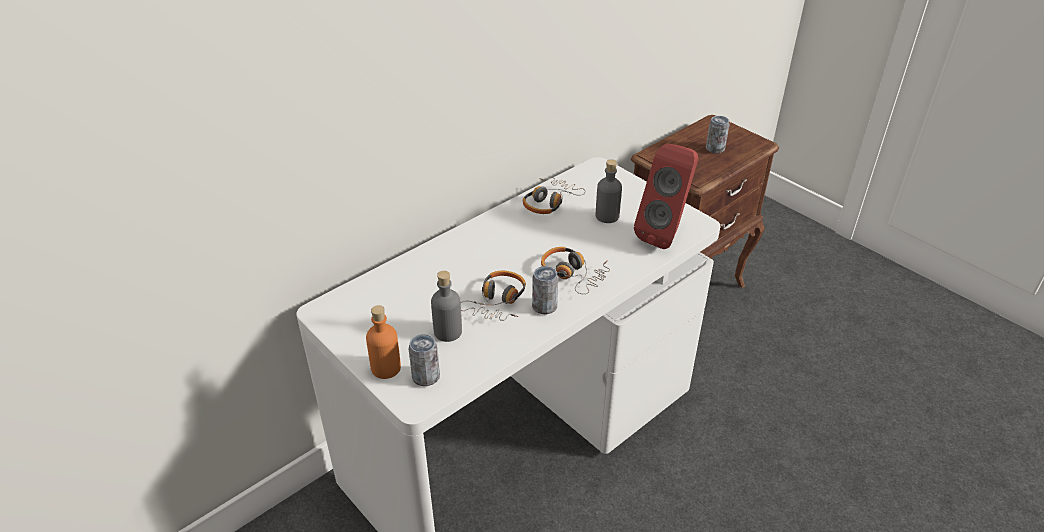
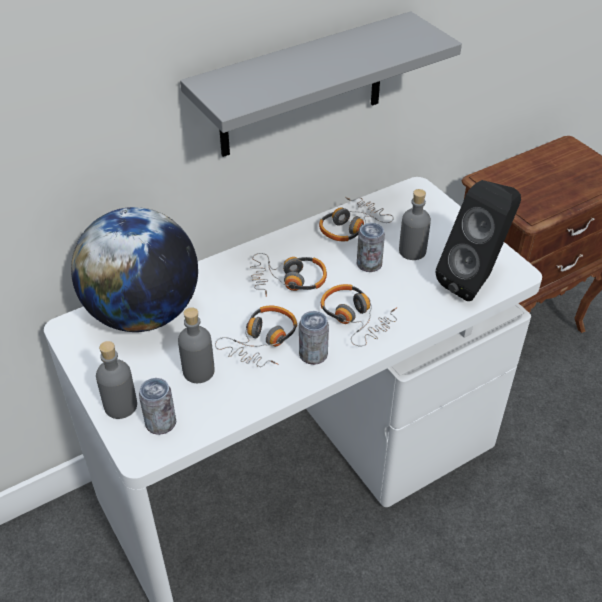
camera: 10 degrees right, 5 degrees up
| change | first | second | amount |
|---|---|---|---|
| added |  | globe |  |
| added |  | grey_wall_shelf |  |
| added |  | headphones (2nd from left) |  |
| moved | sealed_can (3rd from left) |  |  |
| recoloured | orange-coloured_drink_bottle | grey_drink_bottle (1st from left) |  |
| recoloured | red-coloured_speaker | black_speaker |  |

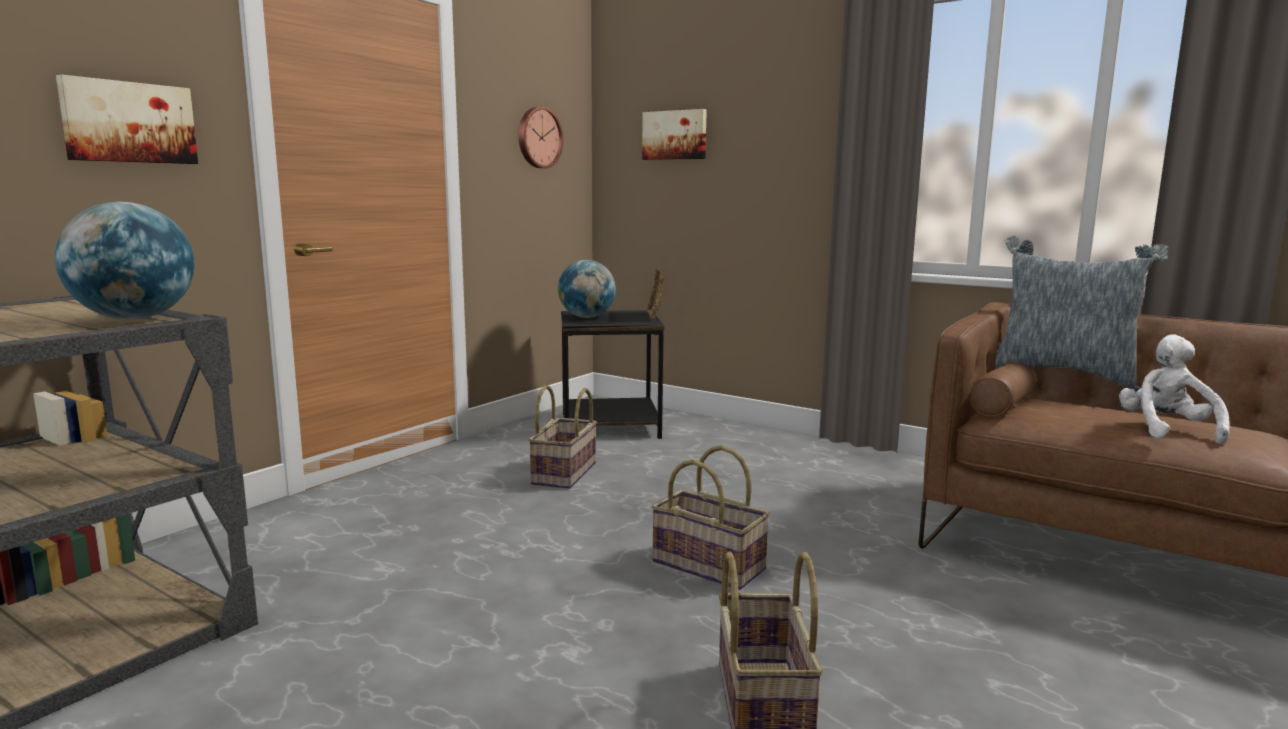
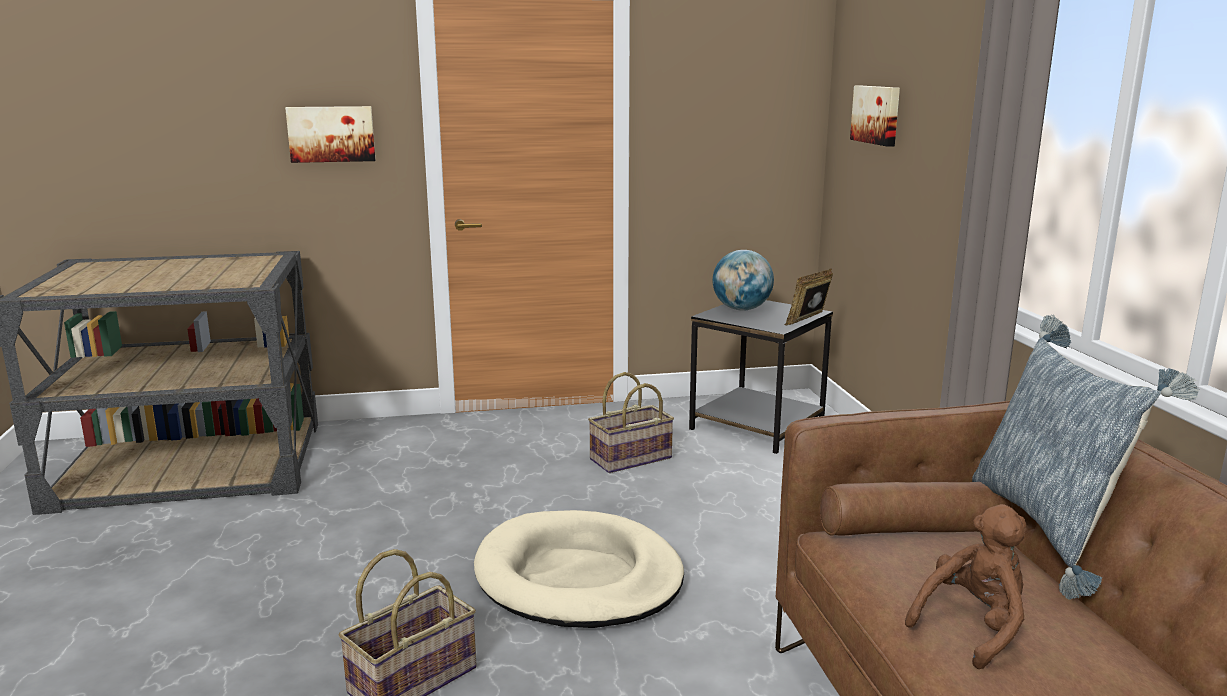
camera: 45 degrees right, 5 degrees up
| change | first | second | amount |
|---|---|---|---|
| removed | globe (1st from left) |  |  |
| removed | clock_on_the_wall |  |  |
| replaced | basket (2nd from left) | sand-coloured_dog_cushion |  |
| recoloured | whitish_soft_toy | brown-coloured_soft_toy |  |

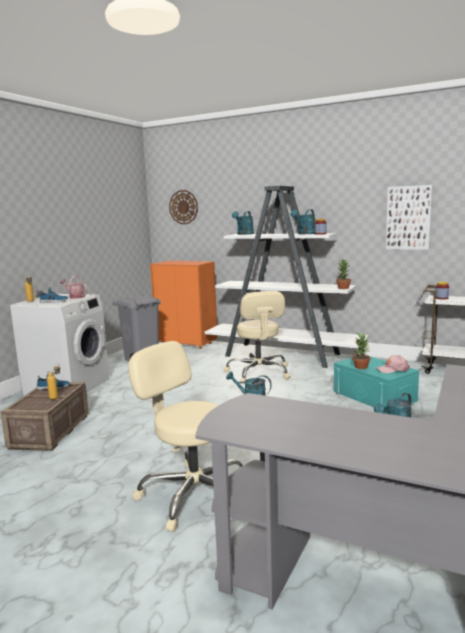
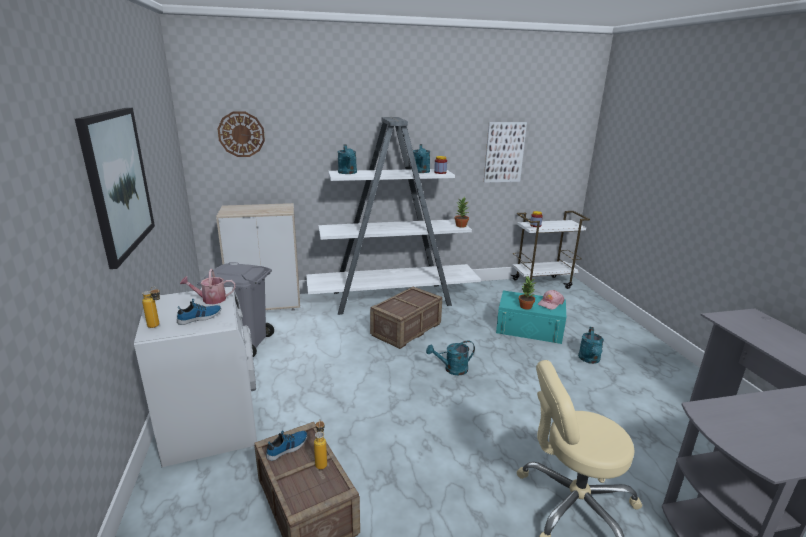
camera: 40 degrees left, 10 degrees up
| change | first | second | amount |
|---|---|---|---|
| added |  | wall_picture (1st from left) |  |
| replaced | sand-coloured_computer_chair (2nd from left) | crate (2nd from left) |  |
| recoloured | orange-coloured_cupboard | sand-coloured_cupboard |  |

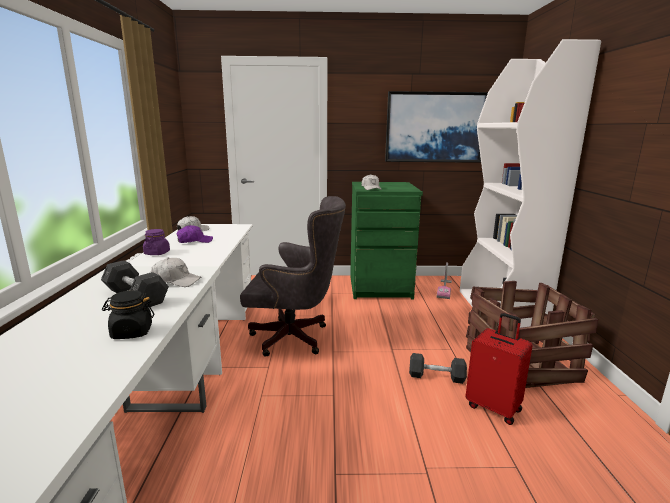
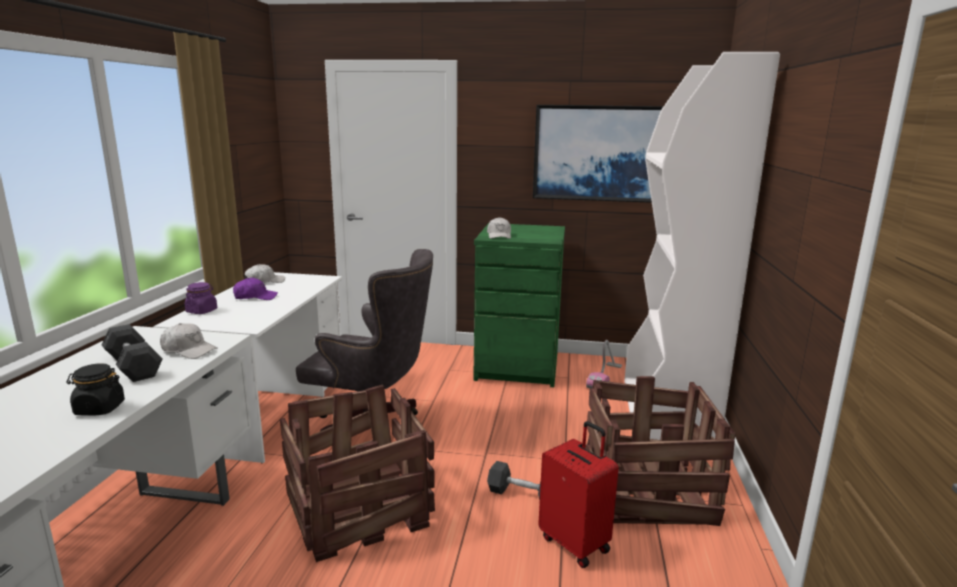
camera: 10 degrees right, 0 degrees up
| change | first | second | amount |
|---|---|---|---|
| added |  | crate (1st from left) |  |

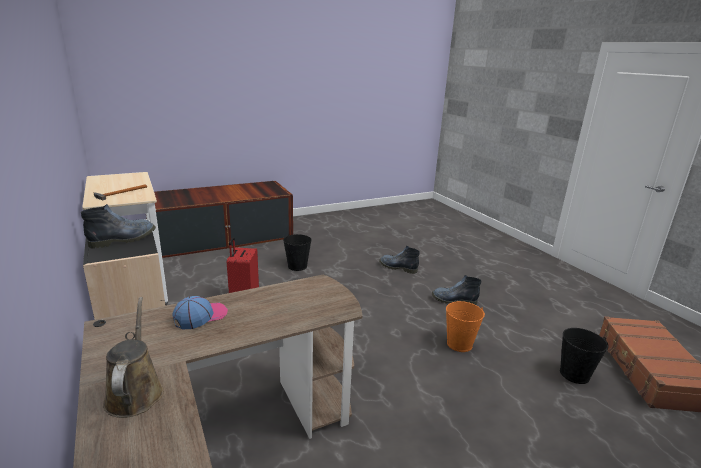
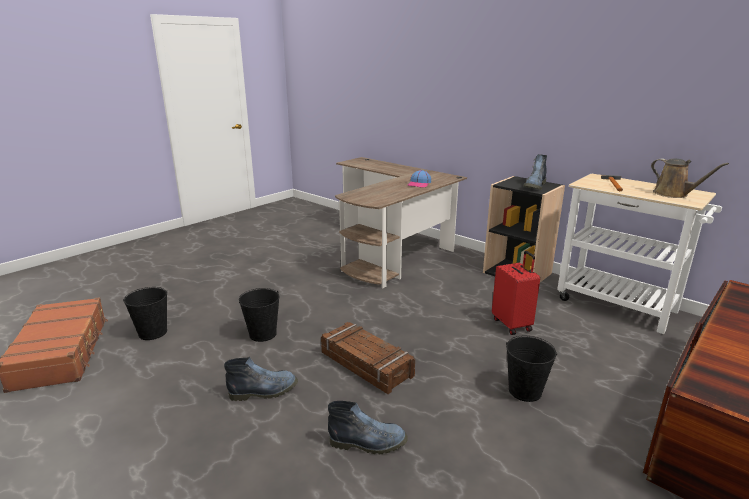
camera: 160 degrees right, 0 degrees up
| change | first | second | amount |
|---|---|---|---|
| added |  | crate |  |
| moved | brown-coloured_watering_pot |  |  |
| recoloured | orange-coloured_water_bucket | black_water_bucket (2nd from left) |  |

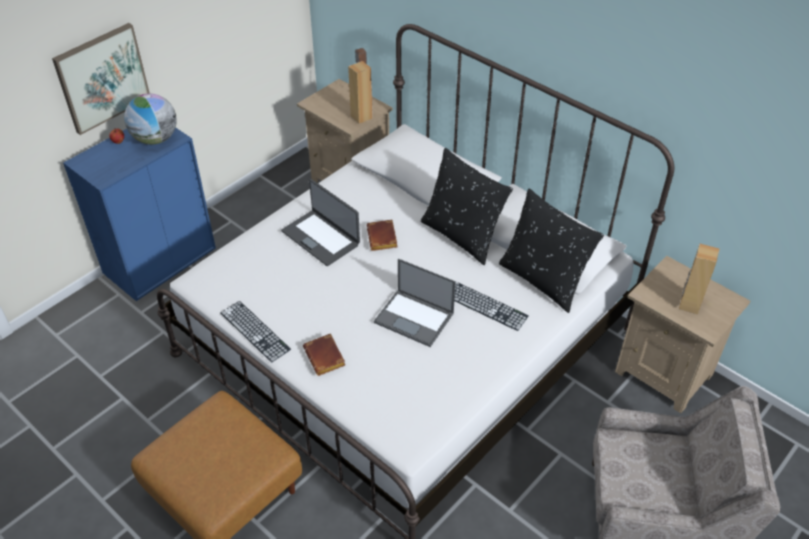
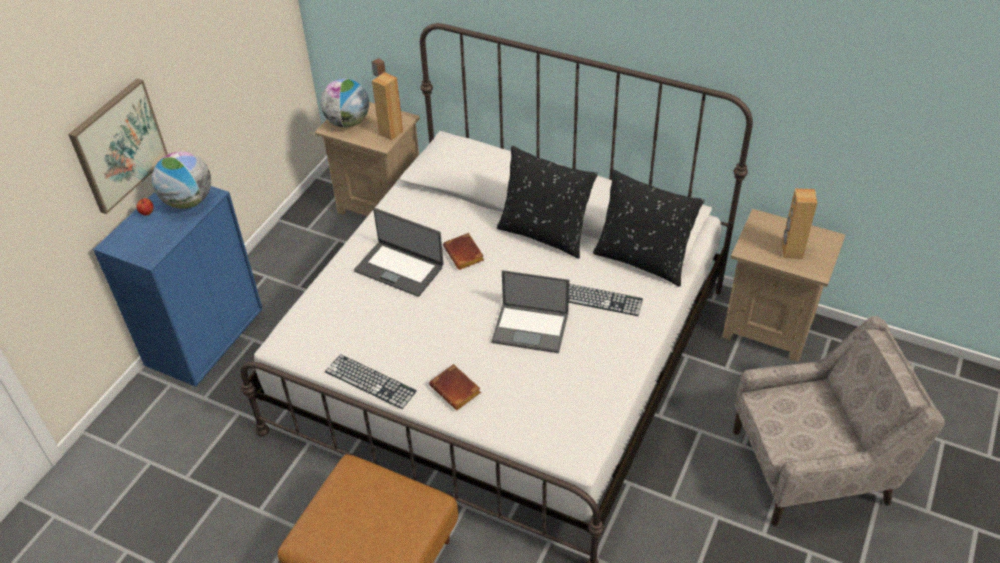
camera: 15 degrees left, 0 degrees up
| change | first | second | amount |
|---|---|---|---|
| added |  | globe (2nd from left) |  |

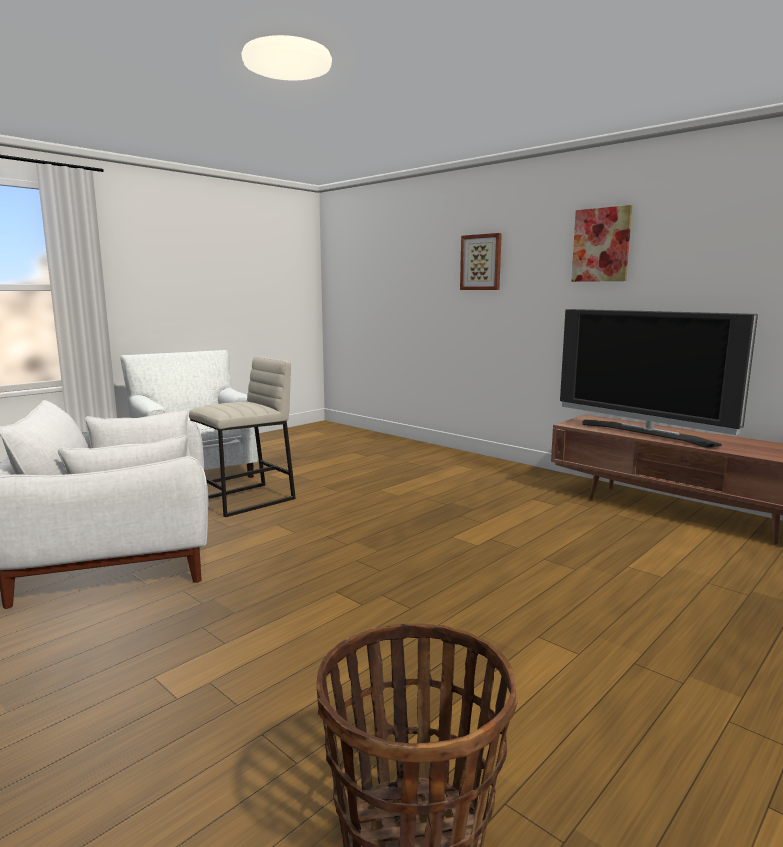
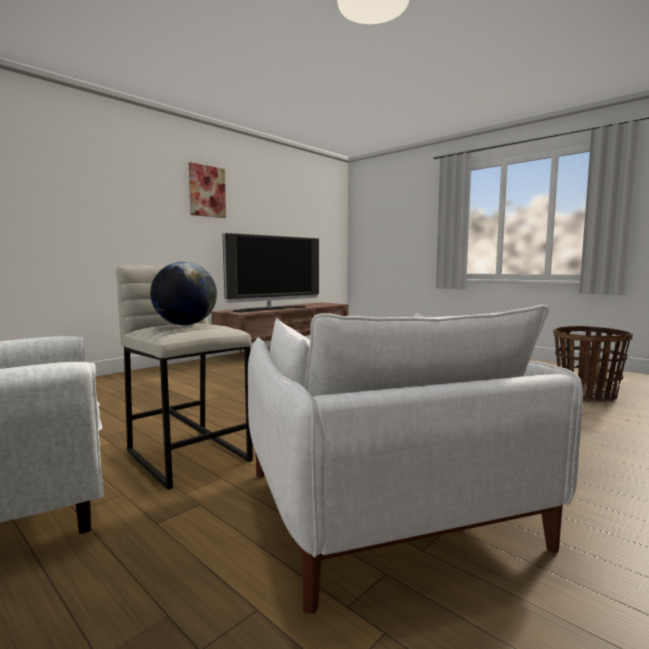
camera: 90 degrees left, 5 degrees down
| change | first | second | amount |
|---|---|---|---|
| removed | wall_picture (1st from left) |  |  |
| added |  | globe |  |

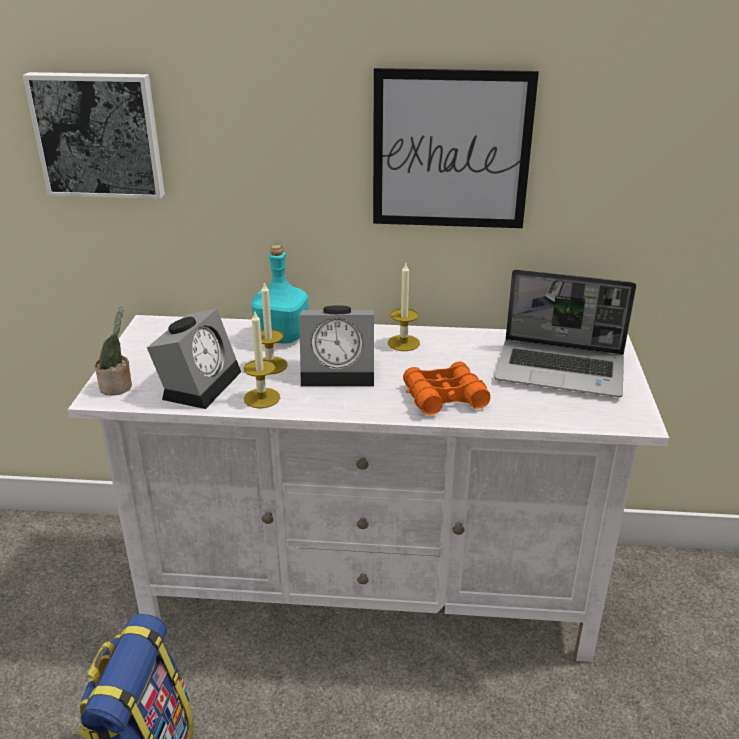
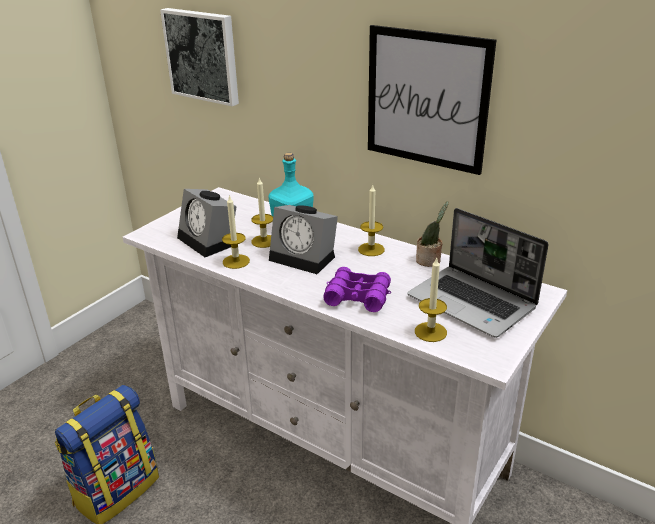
camera: 30 degrees right, 0 degrees up
| change | first | second | amount |
|---|---|---|---|
| added |  | wax_light (4th from left) |  |
| moved | potted_plant |  |  |
| recoloured | orange-coloured_pair_of_binoculars | purple_pair_of_binoculars |  |
| turned | alarm_clock (1st from left) |  | 90 degrees clockwise |

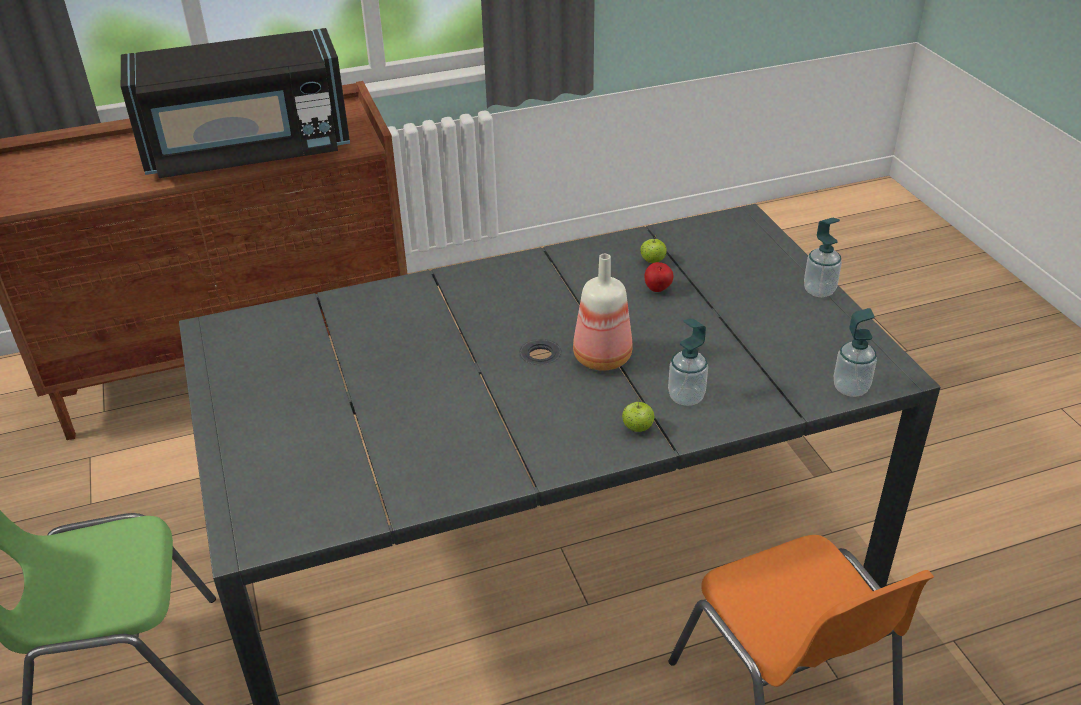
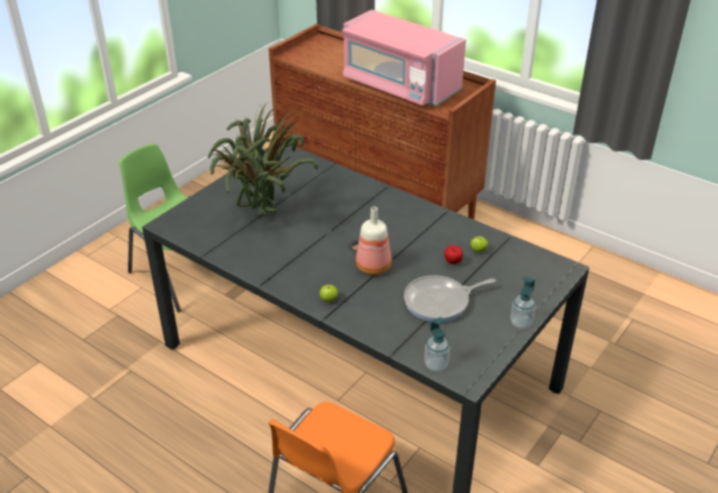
camera: 55 degrees right, 0 degrees up
| change | first | second | amount |
|---|---|---|---|
| removed | liquid_soap_bottle (1st from left) |  |  |
| added |  | potted_plant |  |
| added |  | skillet |  |
| recoloured | black_microwave_oven | pinkish_microwave_oven |  |

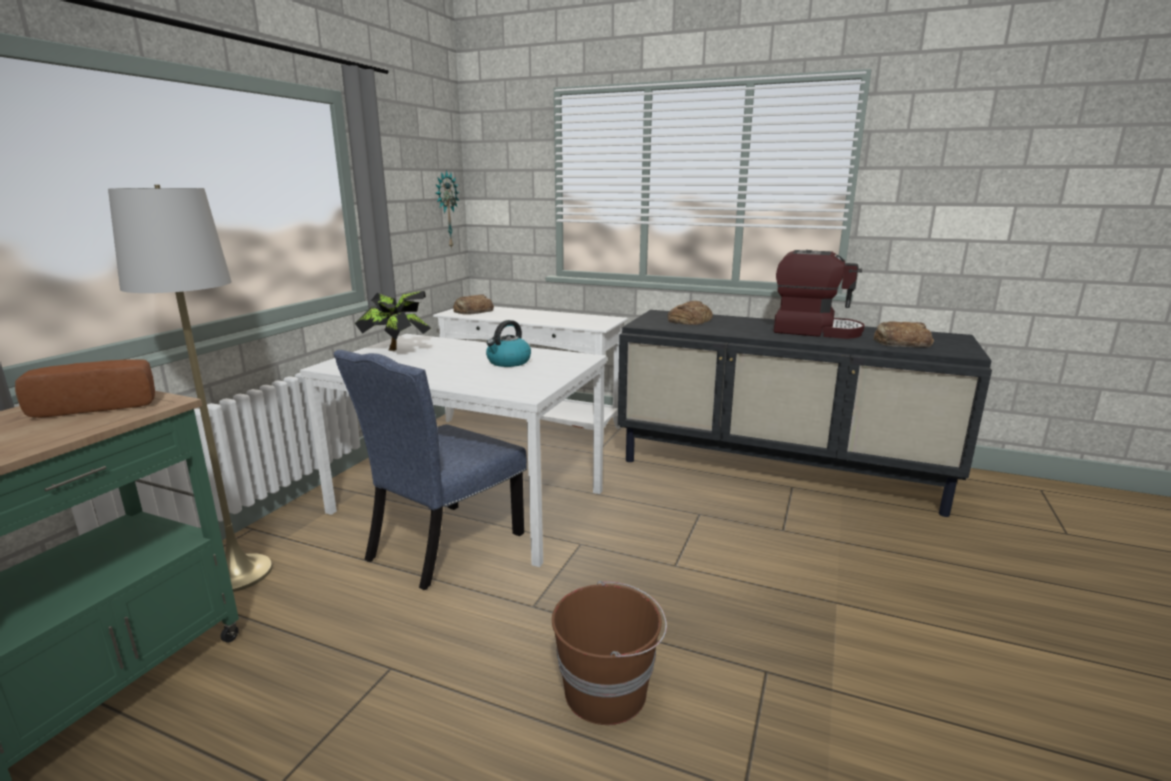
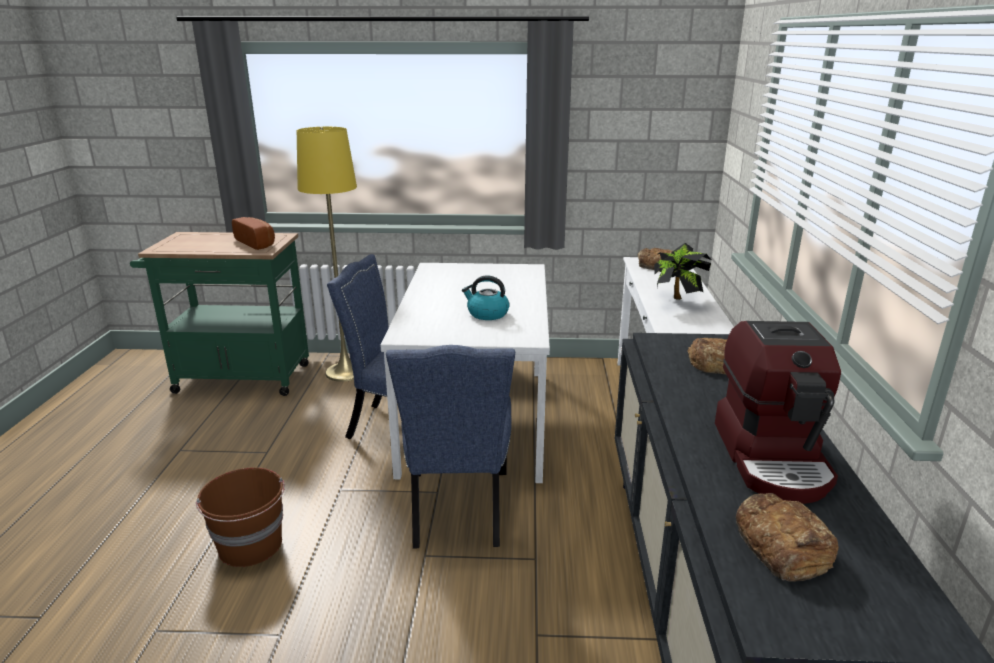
camera: 70 degrees right, 5 degrees up
| change | first | second | amount |
|---|---|---|---|
| removed | clock_on_the_wall |  |  |
| added |  | bluish_plain_chair (2nd from left) |  |
| moved | potted_plant |  |  |
| recoloured | grey_standing_lamp | yellow_standing_lamp |  |

